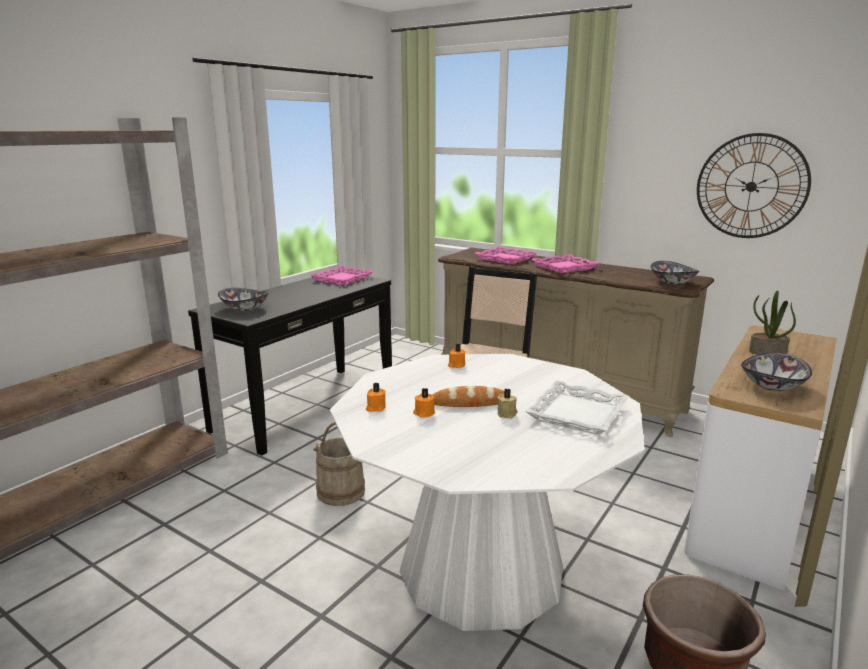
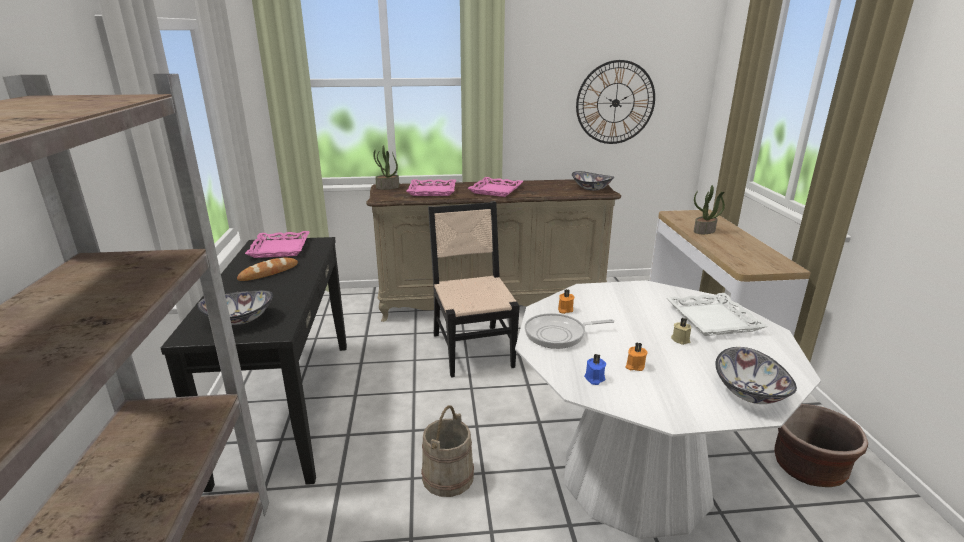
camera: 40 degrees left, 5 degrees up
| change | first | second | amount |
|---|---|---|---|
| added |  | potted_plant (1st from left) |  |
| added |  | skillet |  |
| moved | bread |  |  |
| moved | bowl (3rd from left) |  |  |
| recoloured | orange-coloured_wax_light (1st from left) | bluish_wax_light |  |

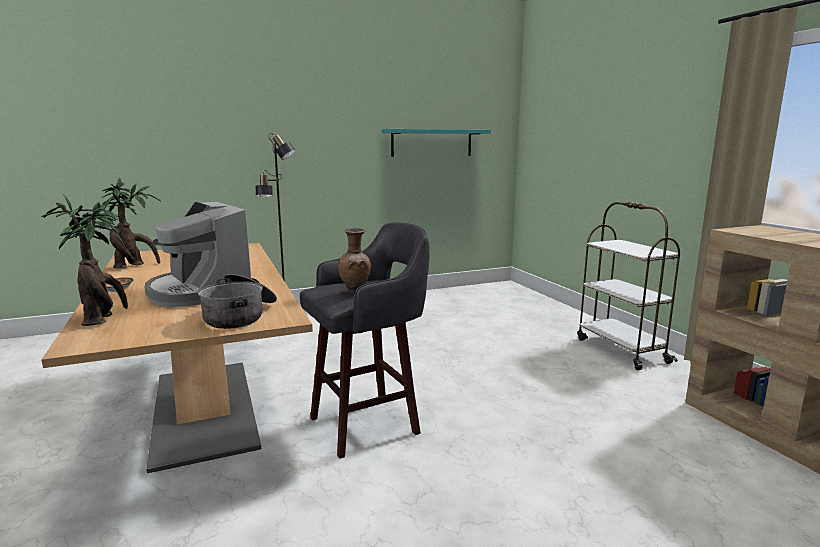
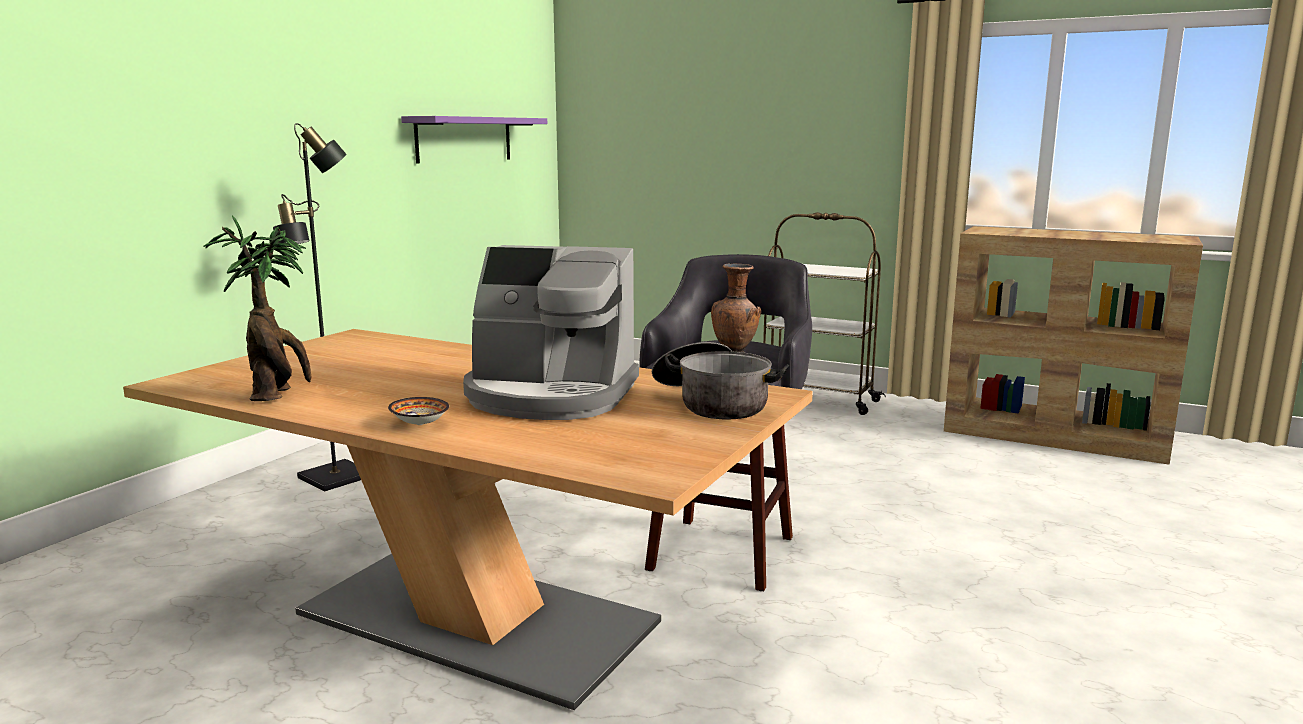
camera: 40 degrees left, 0 degrees up
| change | first | second | amount |
|---|---|---|---|
| removed | potted_plant (1st from left) |  |  |
| recoloured | blue-green_wall_shelf | purple_wall_shelf |  |

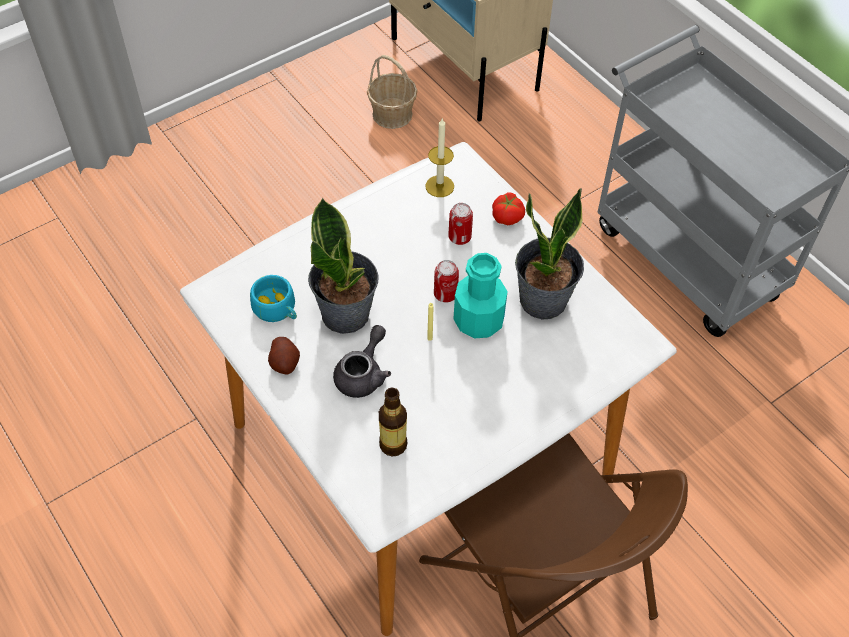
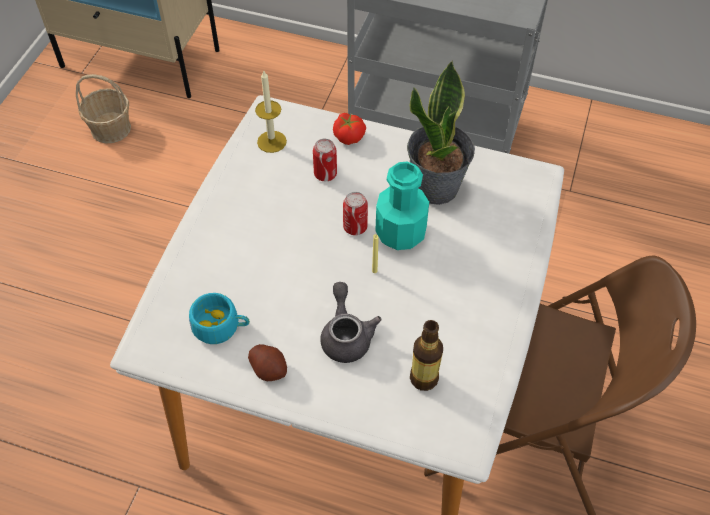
camera: 35 degrees left, 0 degrees up
| change | first | second | amount |
|---|---|---|---|
| removed | potted_plant (1st from left) |  |  |

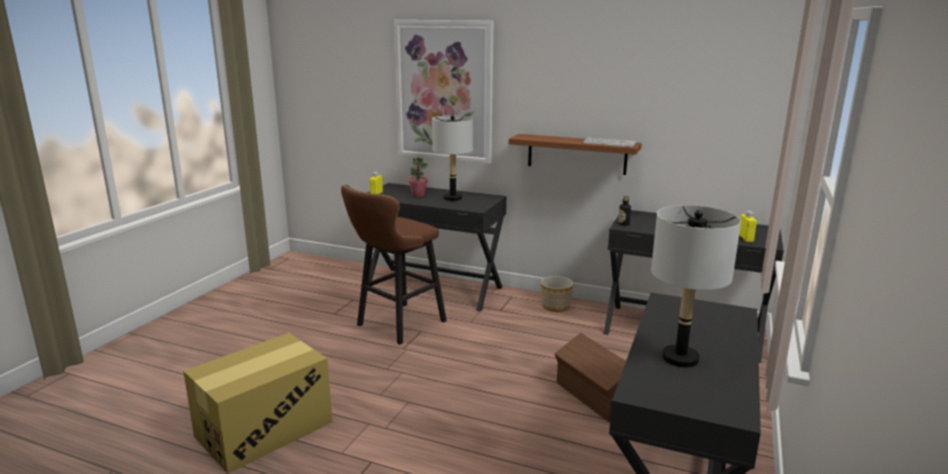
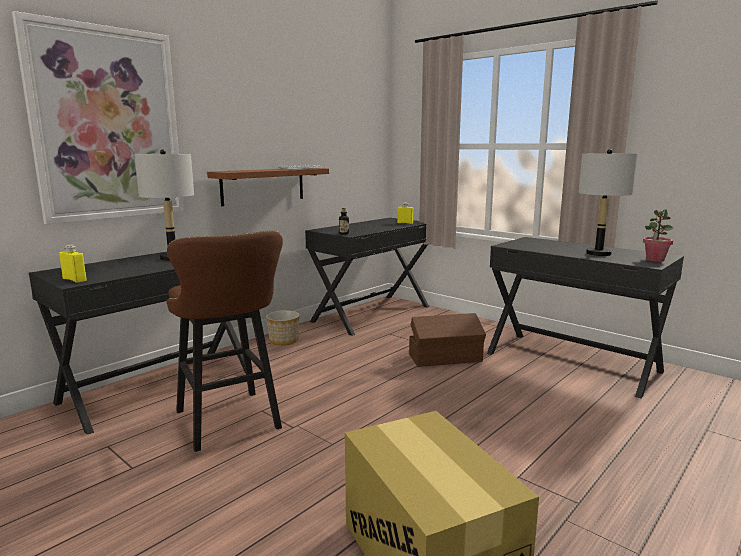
camera: 70 degrees left, 5 degrees down
| change | first | second | amount |
|---|---|---|---|
| moved | potted_plant |  |  |

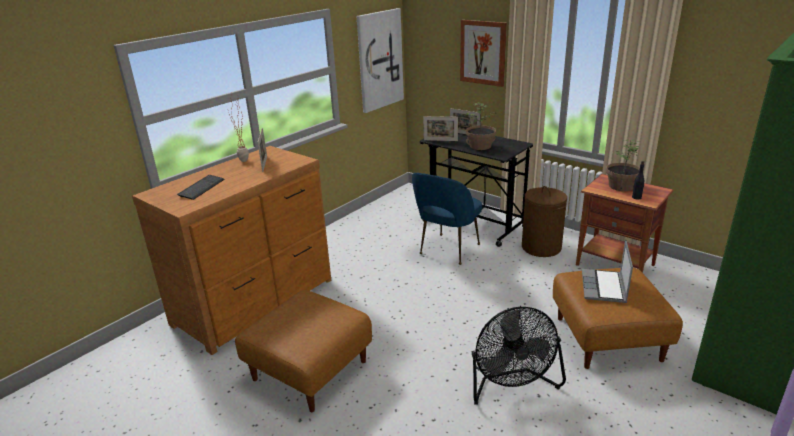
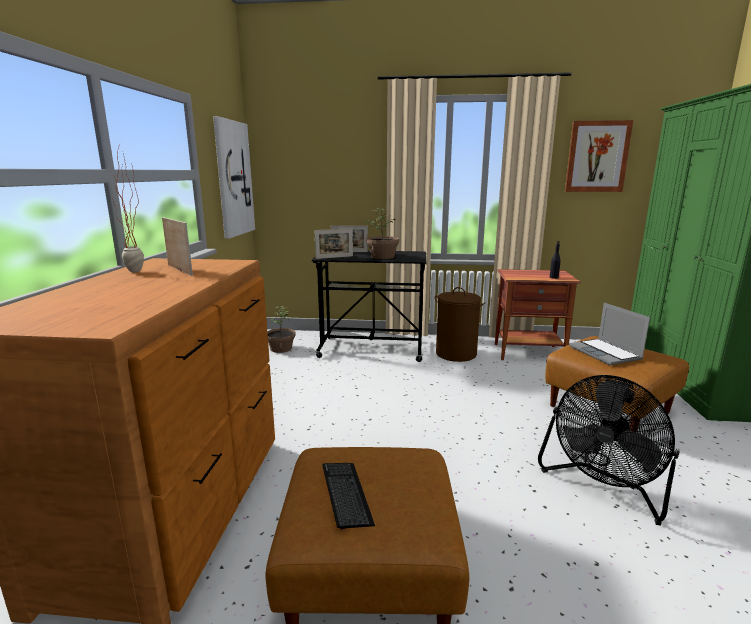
camera: 35 degrees left, 10 degrees down
| change | first | second | amount |
|---|---|---|---|
| removed | bluish_plain_chair |  |  |
| moved | computer_keyboard |  |  |
| moved | wall_picture (2nd from left) |  |  |
| moved | potted_plant (3rd from left in the first image) | potted_plant (2nd from left) |  |
| turned | black_electric_fan |  | 90 degrees clockwise |

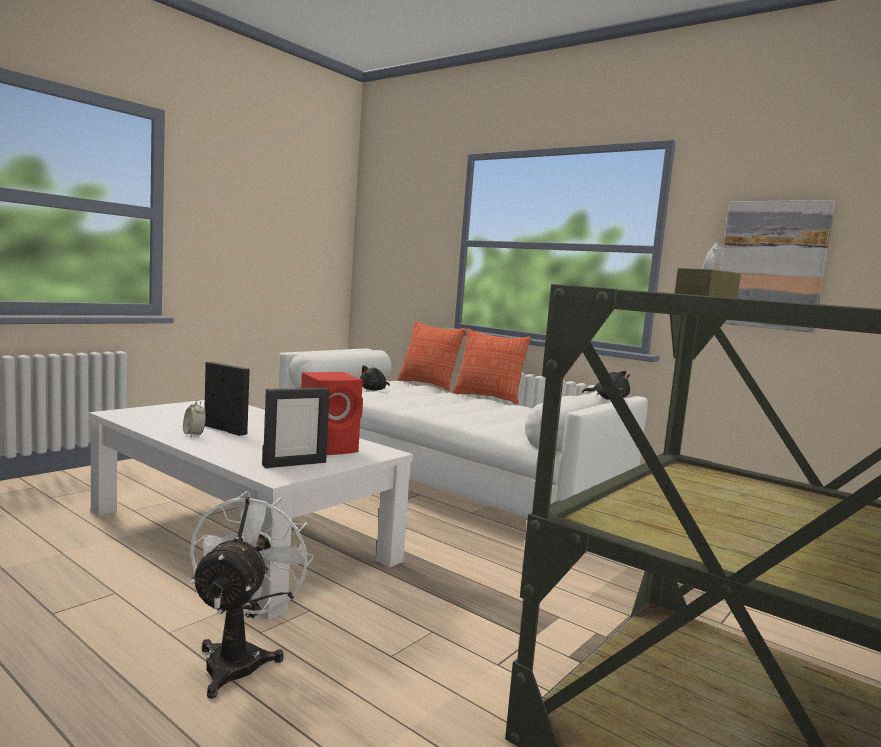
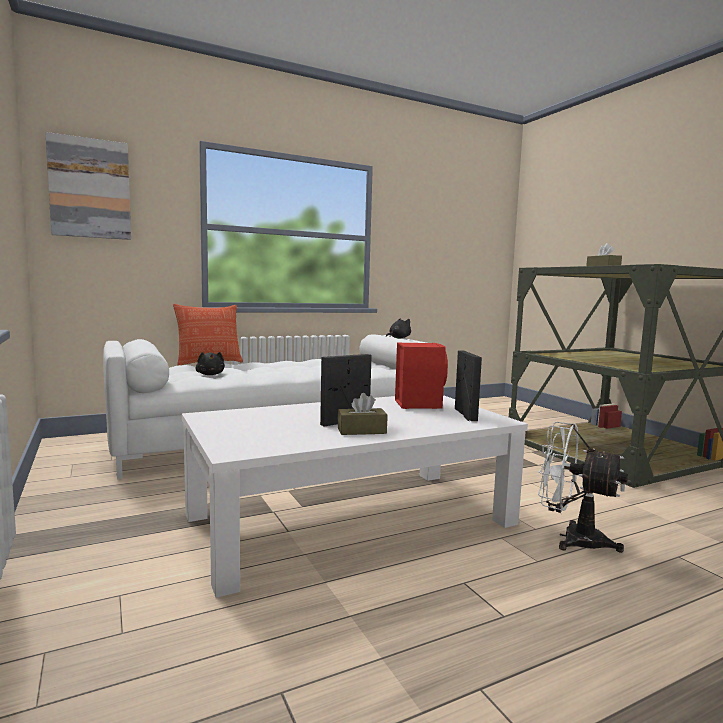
camera: 65 degrees left, 0 degrees up
| change | first | second | amount |
|---|---|---|---|
| removed | orange-coloured_throw_pillow (2nd from left) |  |  |
| moved | wall_picture |  |  |
| replaced | alarm_clock | brown-coloured_tissue_box (1st from left) |  |

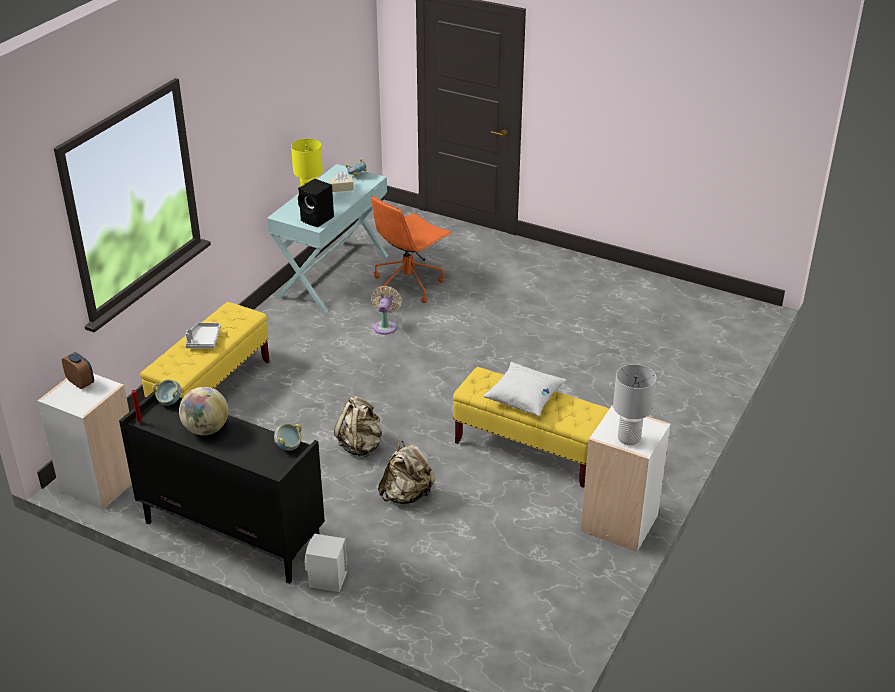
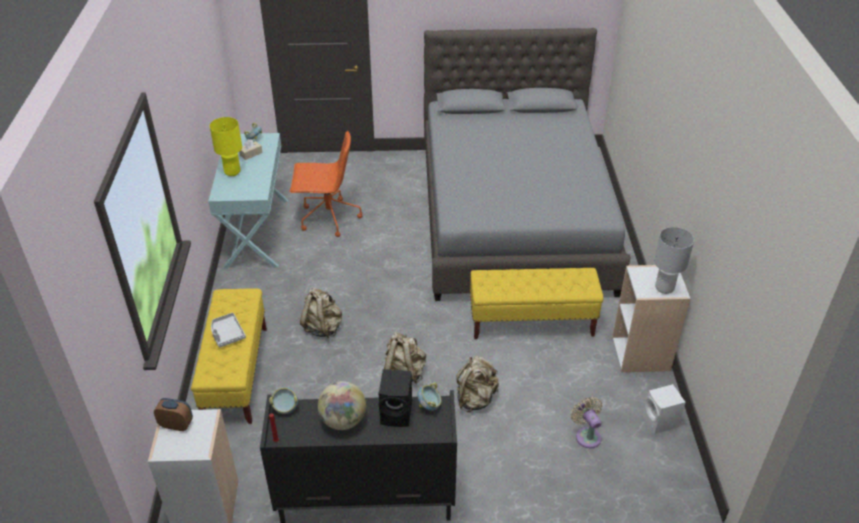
camera: 30 degrees left, 5 degrees up
| change | first | second | amount |
|---|---|---|---|
| removed | grey_throw_pillow |  |  |
| added |  | sand-coloured_knapsack (1st from left) |  |
| added |  | grey_bedroom_bed |  |
| moved | black_speaker |  |  |
| moved | whitish_speaker |  |  |
| moved | sand-coloured_electric_fan |  |  |
| turned | orange-coloured_computer_chair |  | 105 degrees counterclockwise |

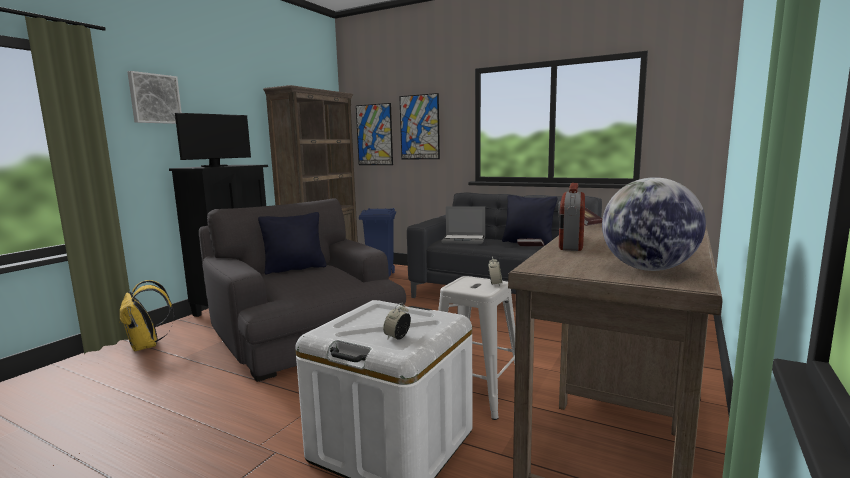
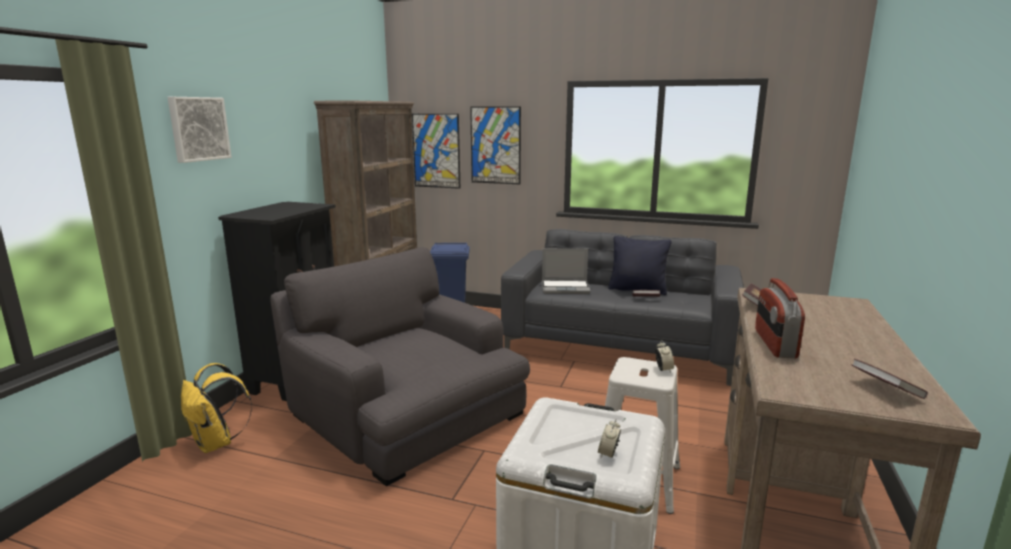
camera: 10 degrees left, 5 degrees up
| change | first | second | amount |
|---|---|---|---|
| removed | computer_screen |  |  |
| removed | black_throw_pillow (1st from left) |  |  |
| replaced | globe | bound_book (3rd from left) |  |

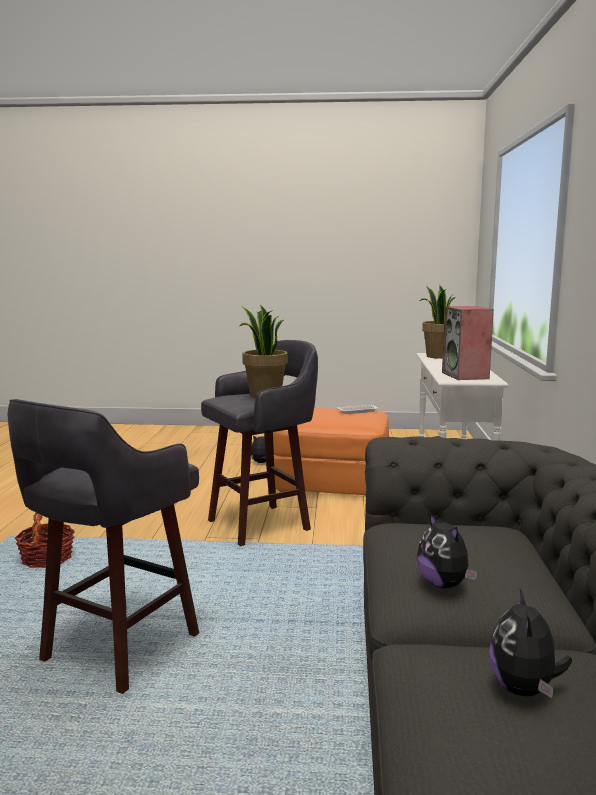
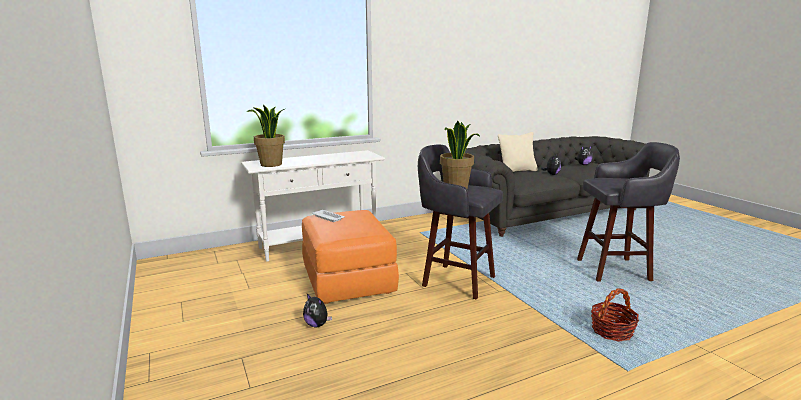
camera: 120 degrees left, 5 degrees up
| change | first | second | amount |
|---|---|---|---|
| removed | speaker |  |  |
| added |  | sand-coloured_throw_pillow |  |

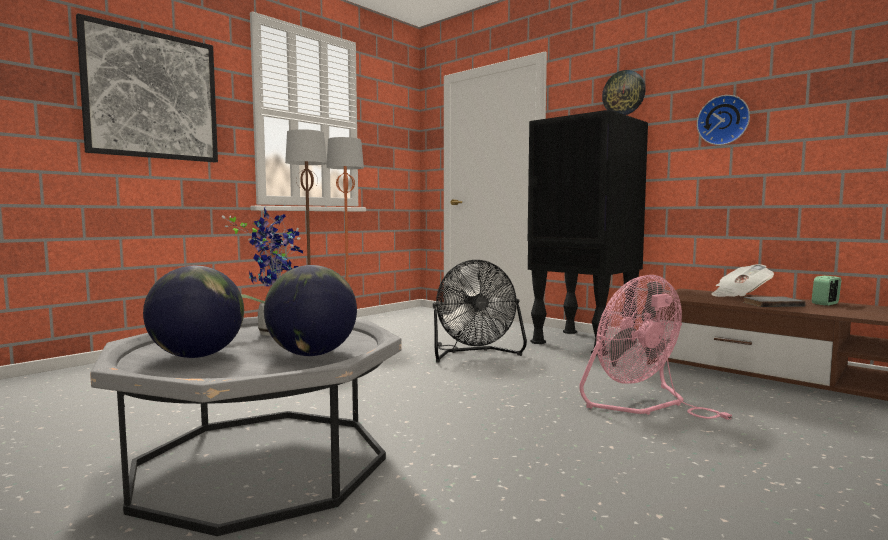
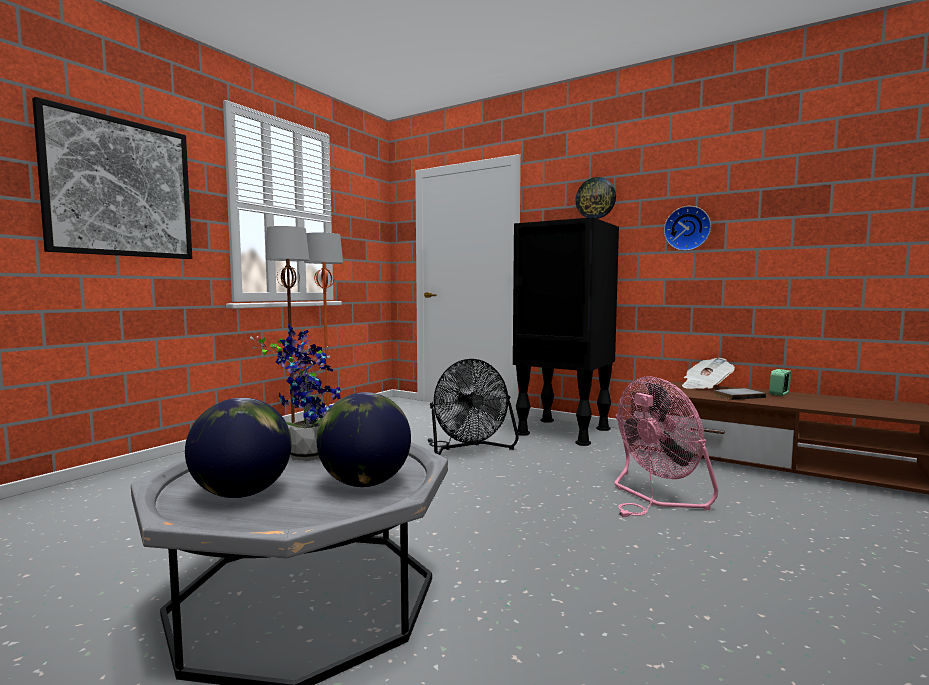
camera: 10 degrees left, 0 degrees up
| change | first | second | amount |
|---|---|---|---|
| turned | pinkish_electric_fan |  | 105 degrees clockwise |

